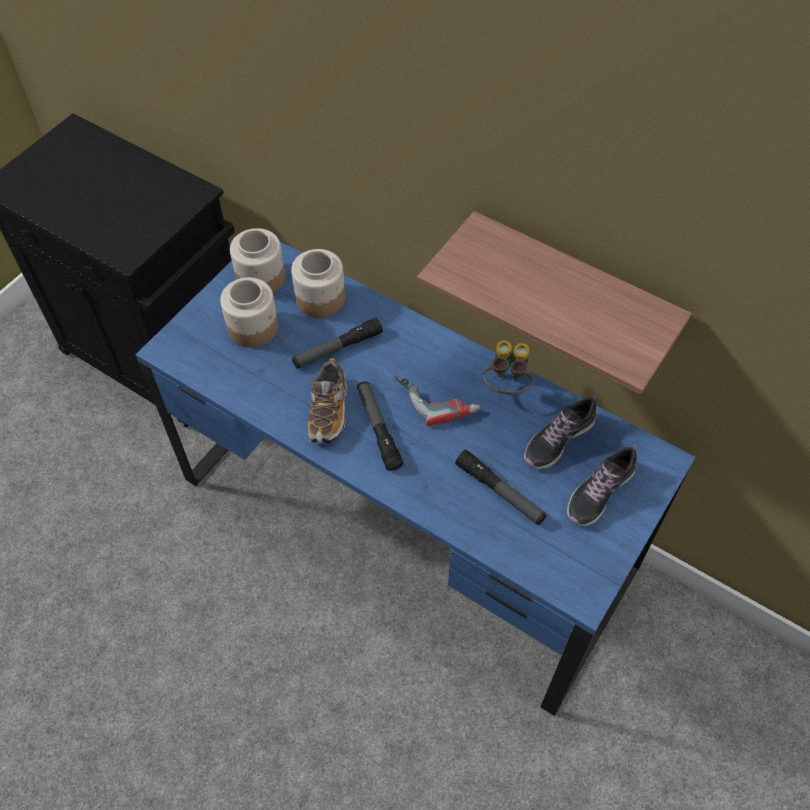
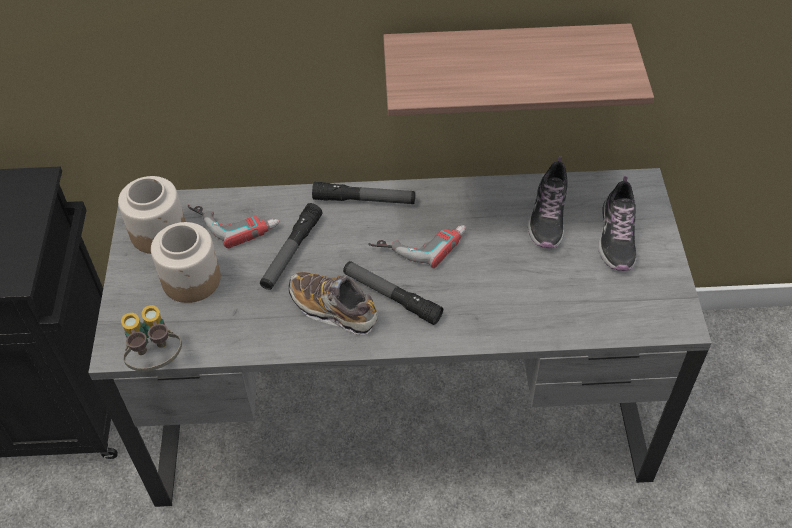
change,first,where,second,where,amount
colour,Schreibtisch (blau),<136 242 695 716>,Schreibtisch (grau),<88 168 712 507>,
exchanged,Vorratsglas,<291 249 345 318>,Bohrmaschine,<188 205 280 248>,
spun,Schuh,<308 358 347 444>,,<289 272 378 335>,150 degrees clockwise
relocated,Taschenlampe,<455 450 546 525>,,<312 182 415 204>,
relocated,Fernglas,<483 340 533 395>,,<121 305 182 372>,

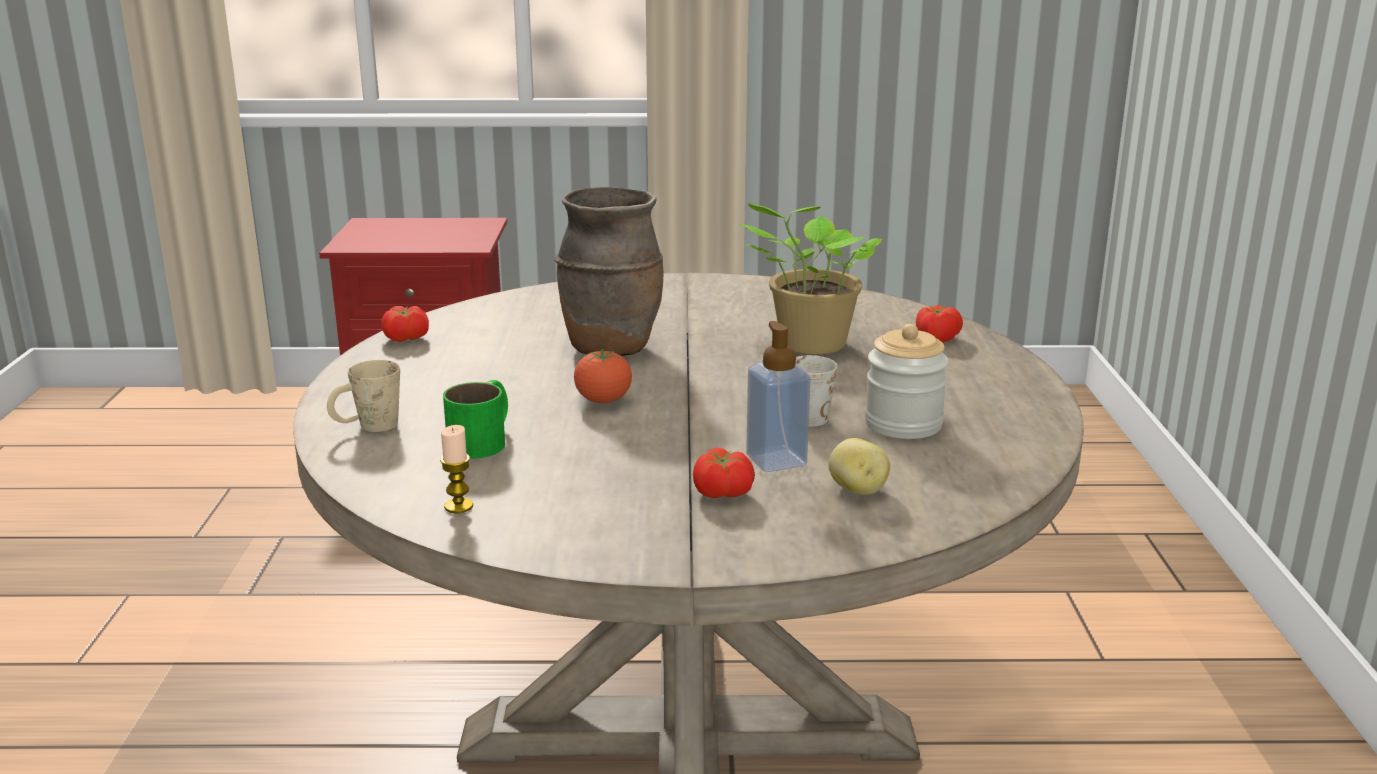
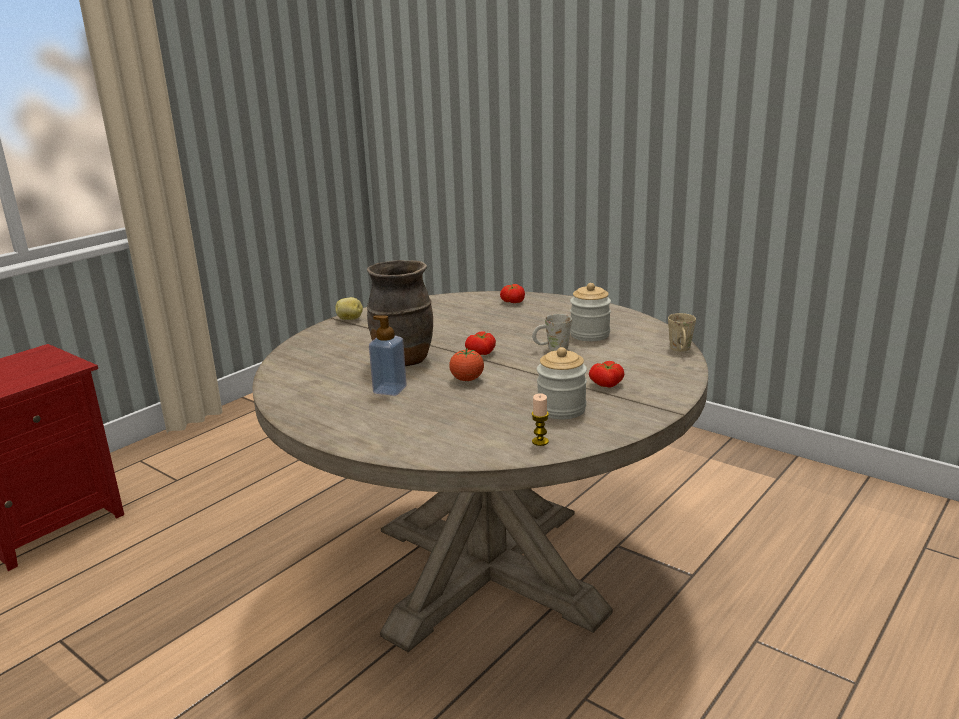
change,first,where,second,where,amount
relocated,Henkelbecher (beige),<327 360 400 432>,,<668 313 696 352>,
relocated,Tomate,<381 306 429 342>,,<465 331 496 355>,
missing,Henkelbecher (grün),<443 380 508 459>,,,
missing,Topfpflanze,<738 203 882 355>,,,
relocated,Seifenspender,<746 321 810 472>,,<369 316 407 396>,
relocated,Kartoffel,<828 438 890 495>,,<335 297 363 320>,
appeared,,,Vorratsglas,<537 347 587 419>,

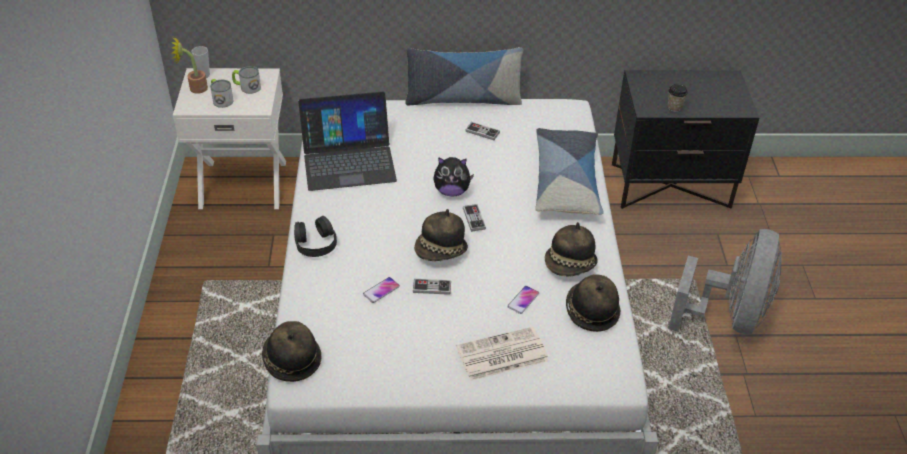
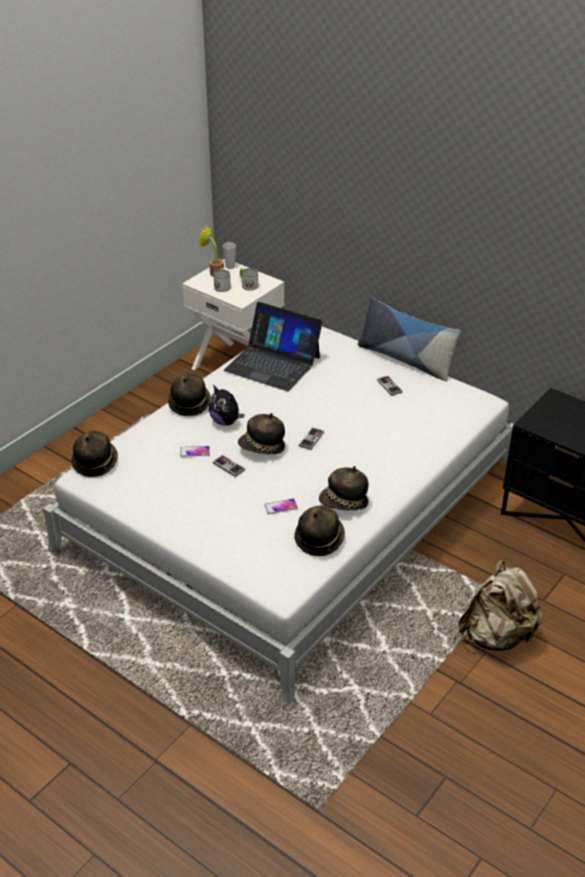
change,first,where,second,where,amount
exchanged,Kopfhörer (schwarz),<294 216 337 257>,Hut,<168 373 211 416>,
relocated,Plüschtier,<433 157 474 197>,,<209 385 244 426>,
missing,Zeitung,<456 327 549 381>,,,
missing,Kissen,<535 128 604 215>,,,
missing,Tasse,<667 84 688 112>,,,
exchanged,Ventilator (grau),<668 229 782 334>,Rucksack (beige),<458 560 542 651>,

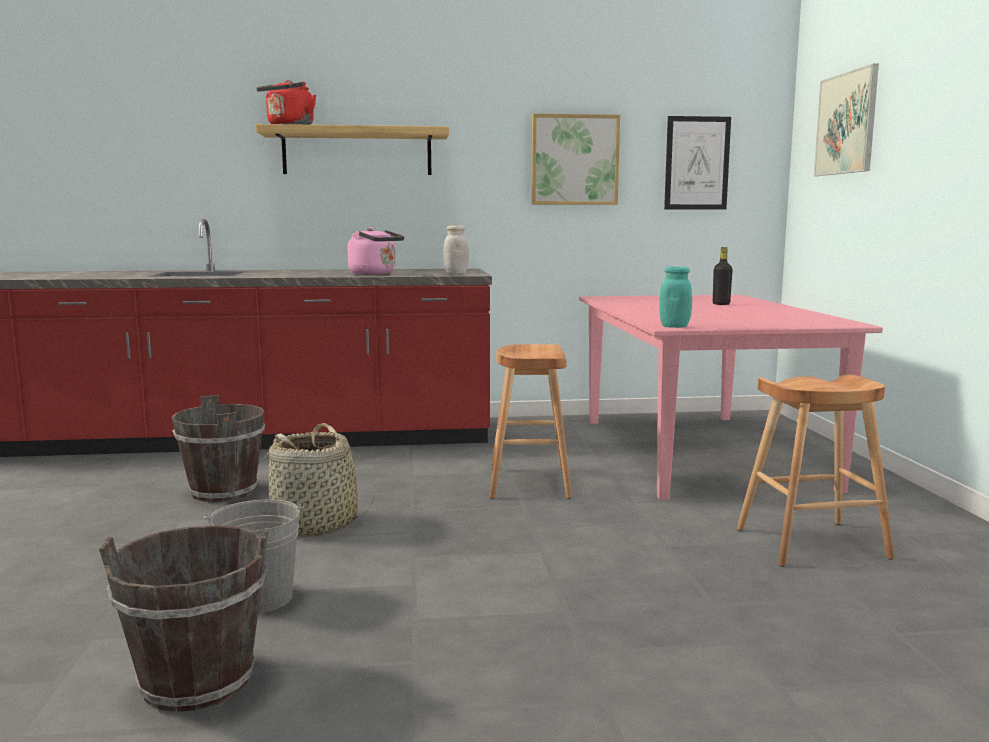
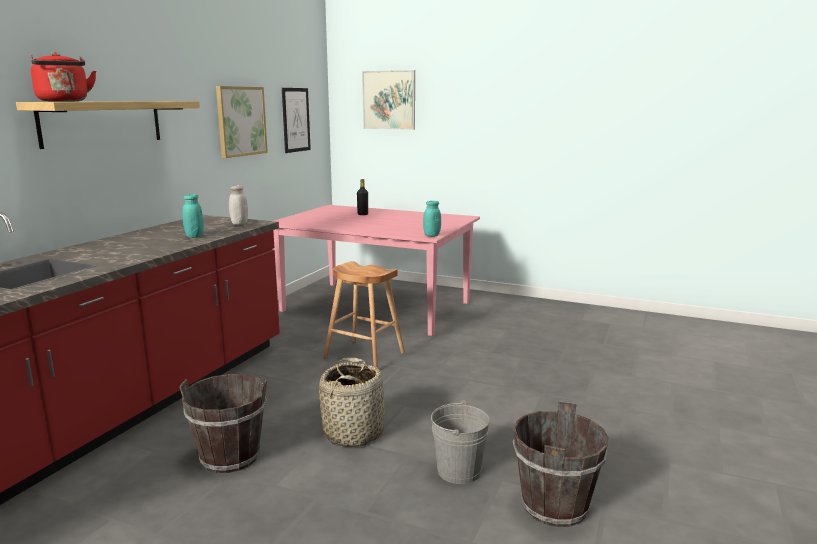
change,first,where,second,where,amount
exchanged,Wasserkessel (rosa),<347 227 404 275>,Vorratsglas (türkis),<182 194 204 238>,
missing,Hocker (braun),<737 374 895 567>,,,

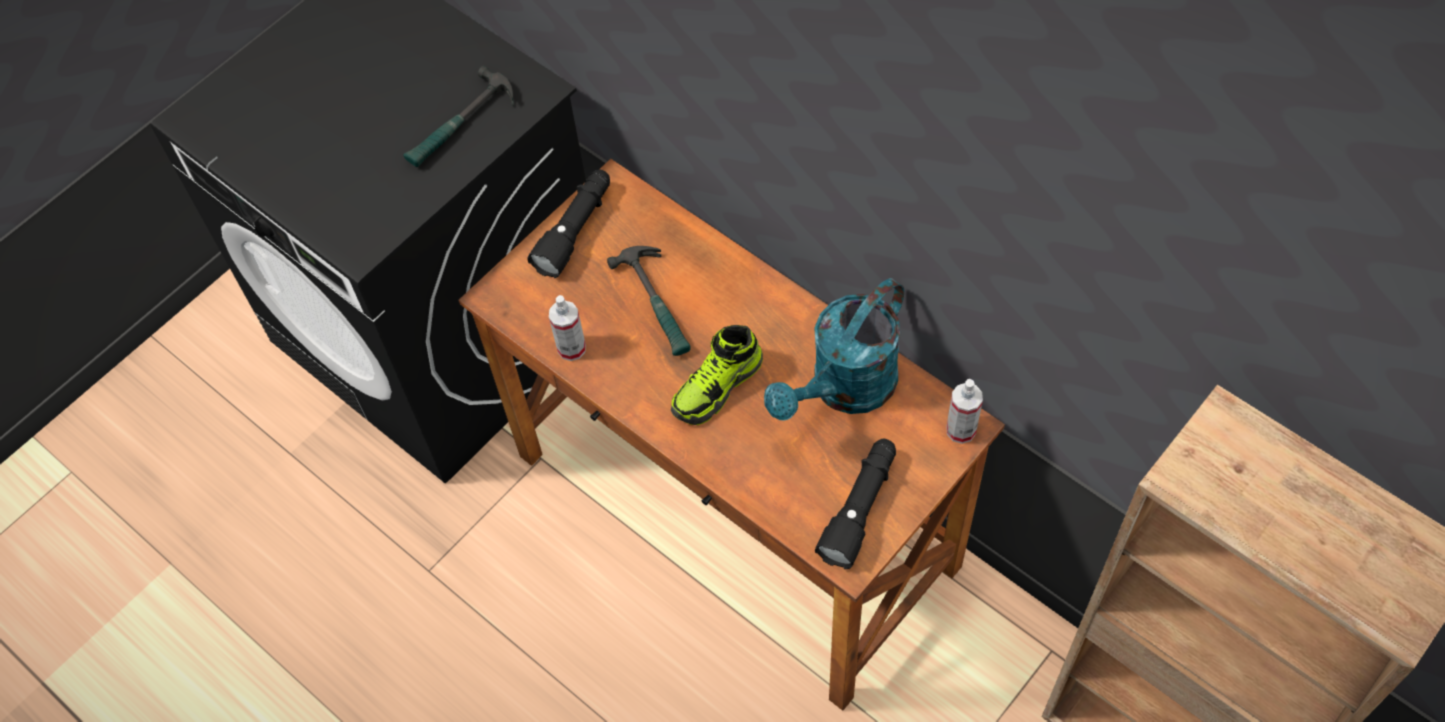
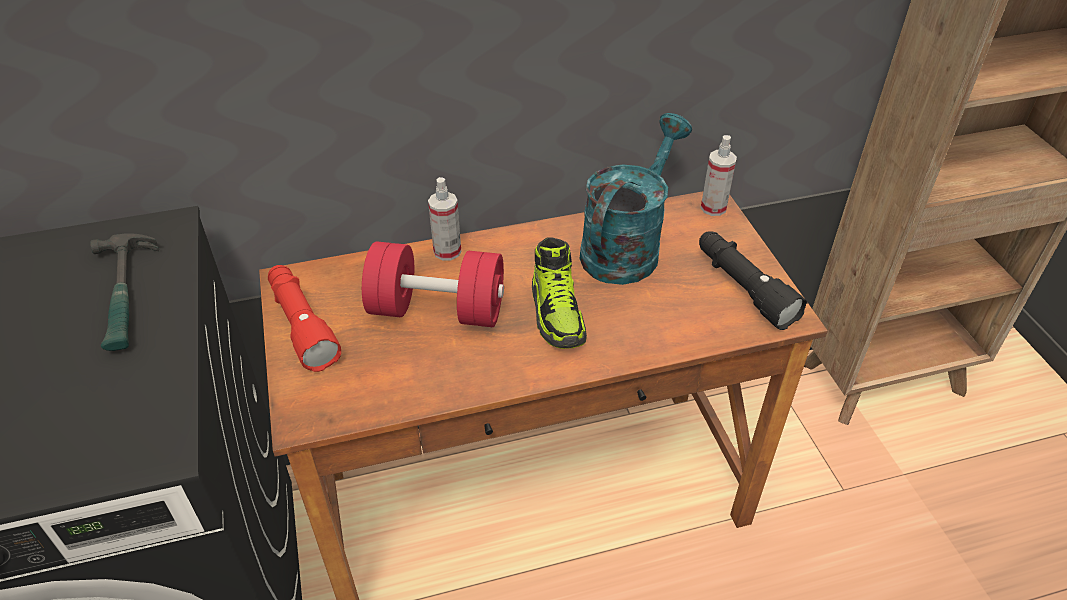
change,first,where,second,where,amount
colour,Taschenlampe (schwarz),<527 170 610 278>,Taschenlampe (rot),<268 265 341 372>,
relocated,Sprühflasche,<549 295 586 361>,,<428 177 461 261>,
exchanged,Hammer,<607 246 690 356>,Hantel (rot),<362 242 504 327>,
spun,Gießkanne (türkis),<764 278 904 421>,,<579 113 692 285>,135 degrees counterclockwise

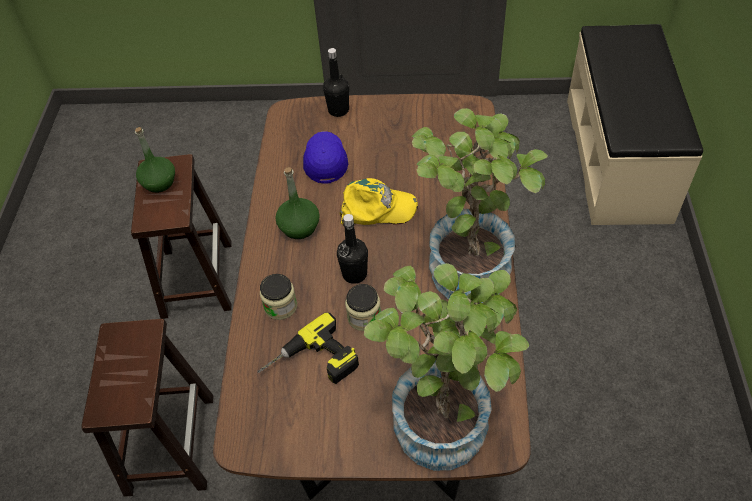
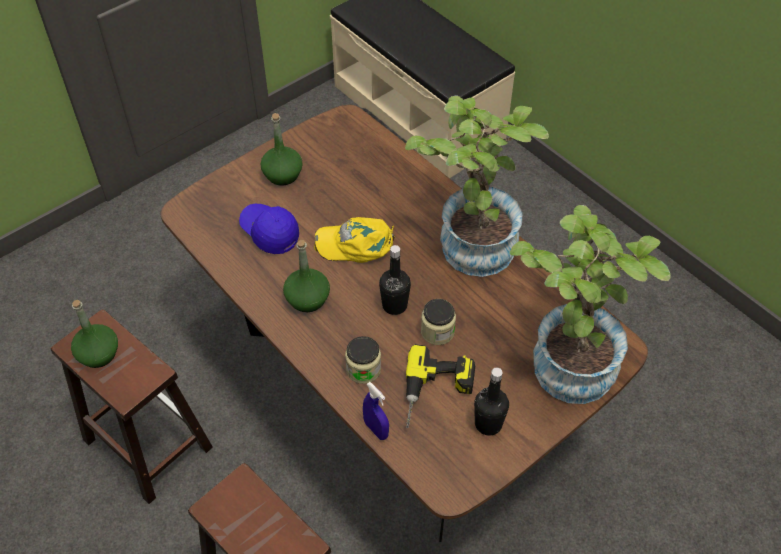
change,first,where,second,where,amount
relocated,Flasche (schwarz),<323 48 349 117>,,<474 368 509 436>,
spun,Kappe (gelb),<340 178 418 225>,,<314 217 395 263>,135 degrees counterclockwise
appeared,,,Flasche (grün),<261 113 303 186>,
appeared,,,Sprühflasche (blau),<363 382 389 440>,

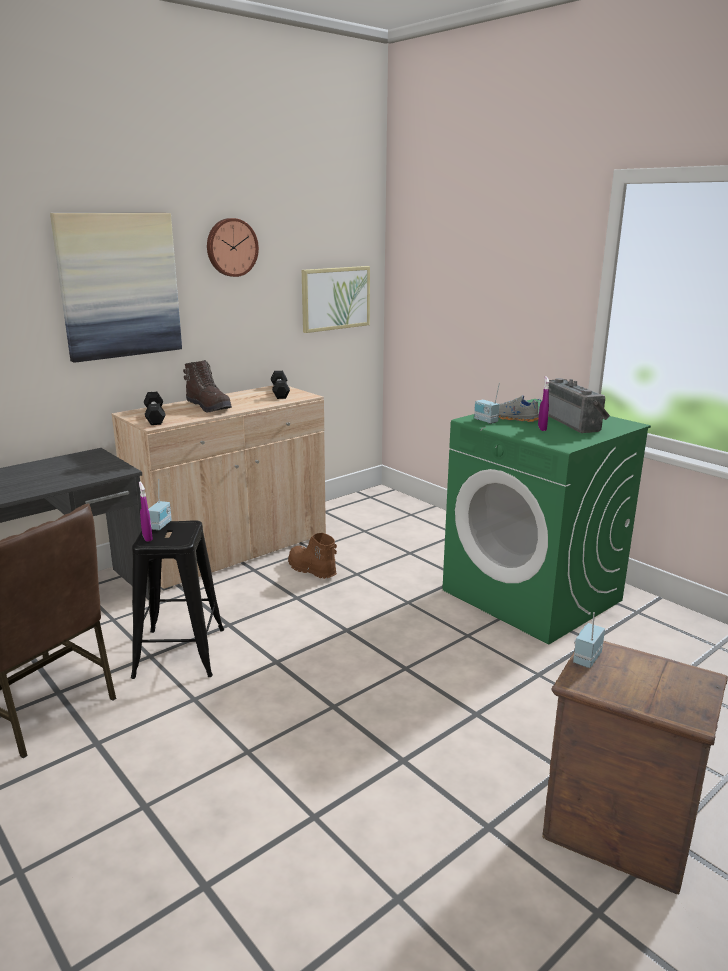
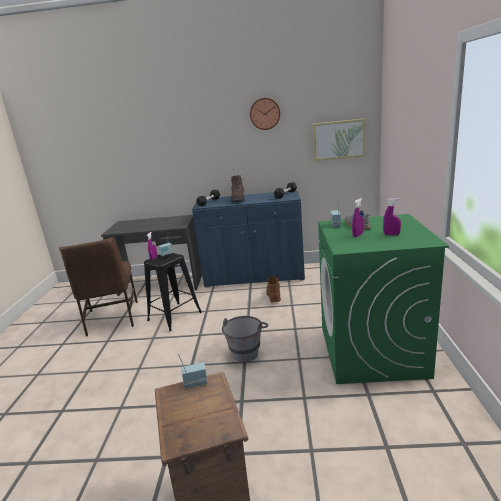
change,first,where,second,where,amount
missing,Bild,<50 213 182 363>,,,
colour,Schrank (beige),<111 385 326 591>,Schrank (blau),<192 190 305 287>,
exchanged,Radio,<548 378 610 433>,Sprühflasche (lila),<383 198 401 236>,
appeared,,,Eimer (grau),<222 316 269 362>,

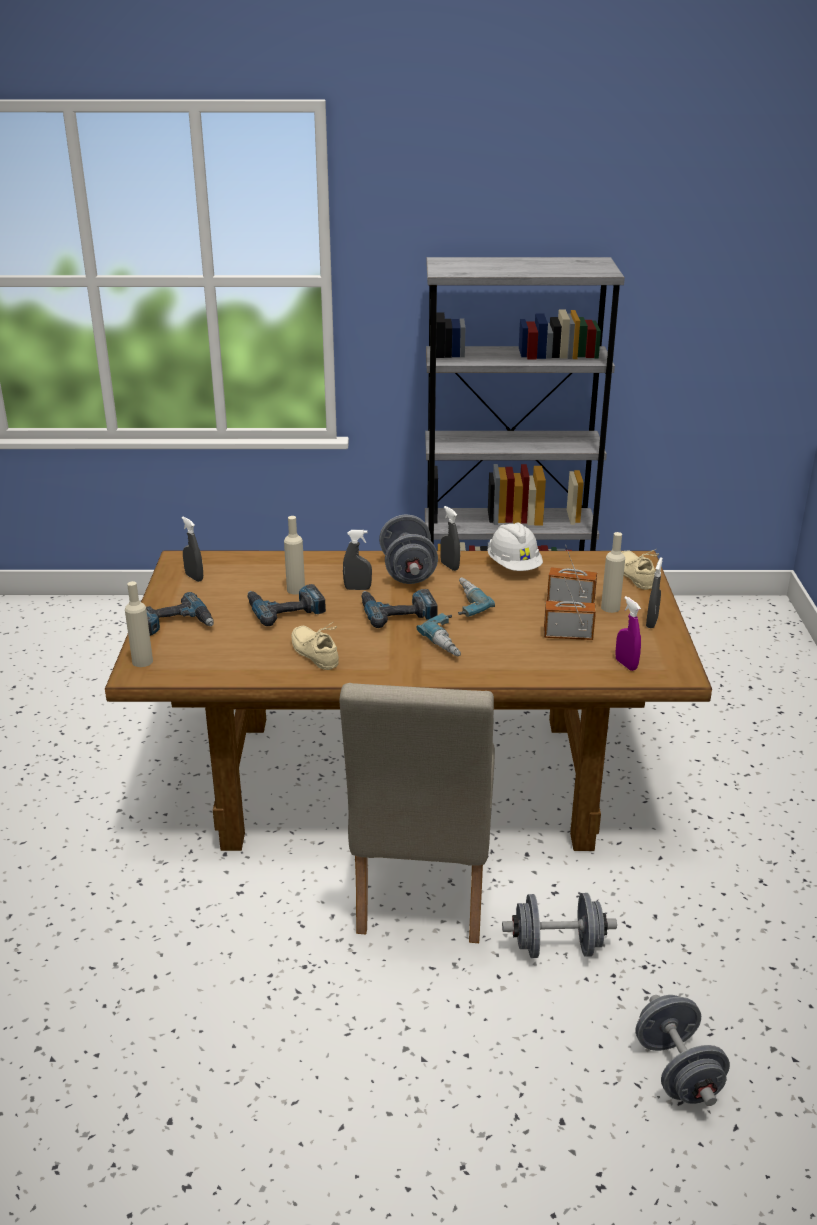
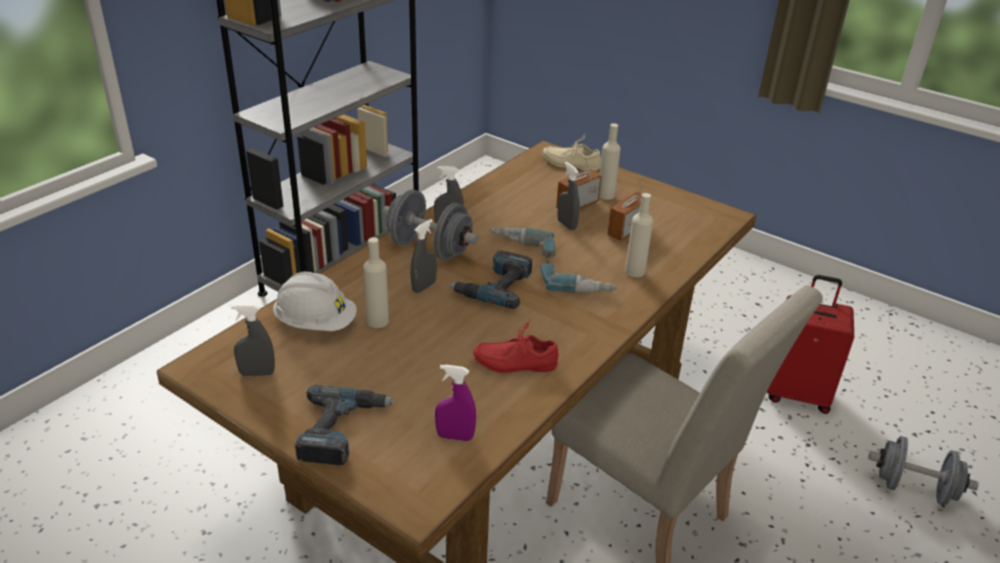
change,first,where,second,where,amount
relocated,Flasche (beige),<125 581 153 667>,,<625 193 653 277>,
missing,Bohrmaschine,<248 584 326 626>,,,
colour,Schuh (beige),<291 622 339 670>,Schuh (rot),<473 319 559 373>,
relocated,Schutzhelm (weiß),<487 522 543 571>,,<273 272 357 331>,
missing,Hantel (grau),<502 893 617 958>,,,
relocated,Sprühflasche (lila),<615 596 641 671>,,<435 365 476 441>,
relocated,Sprühflasche (grau),<646 557 663 628>,,<557 162 580 230>,
appeared,,,Koffer (rot),<767 275 854 414>,

